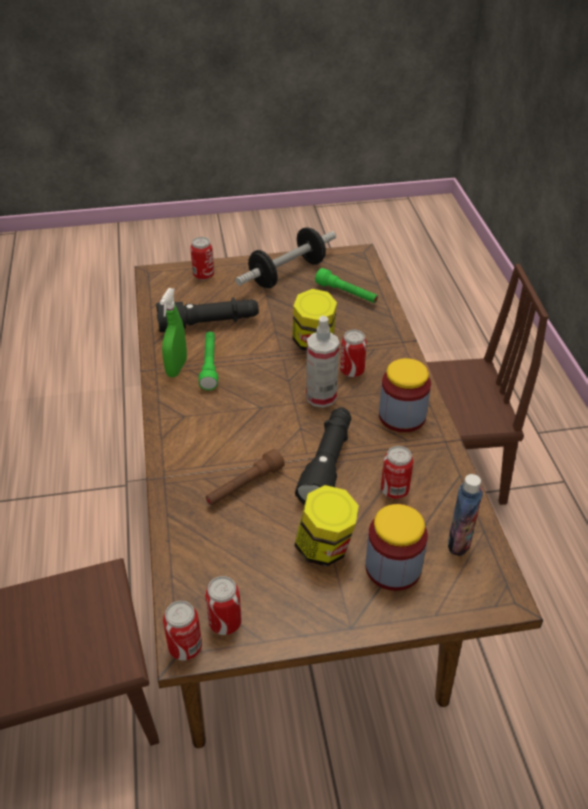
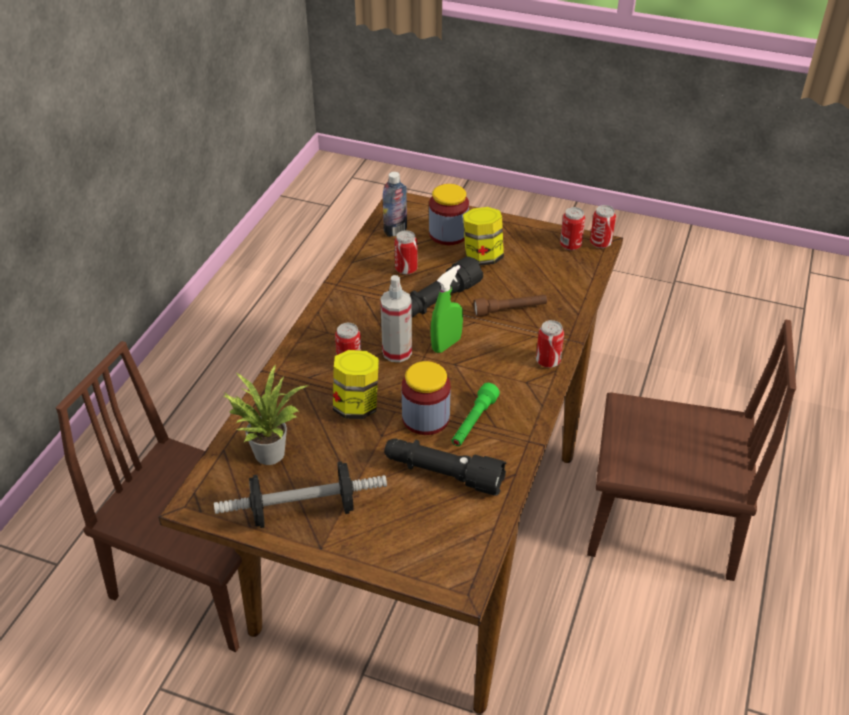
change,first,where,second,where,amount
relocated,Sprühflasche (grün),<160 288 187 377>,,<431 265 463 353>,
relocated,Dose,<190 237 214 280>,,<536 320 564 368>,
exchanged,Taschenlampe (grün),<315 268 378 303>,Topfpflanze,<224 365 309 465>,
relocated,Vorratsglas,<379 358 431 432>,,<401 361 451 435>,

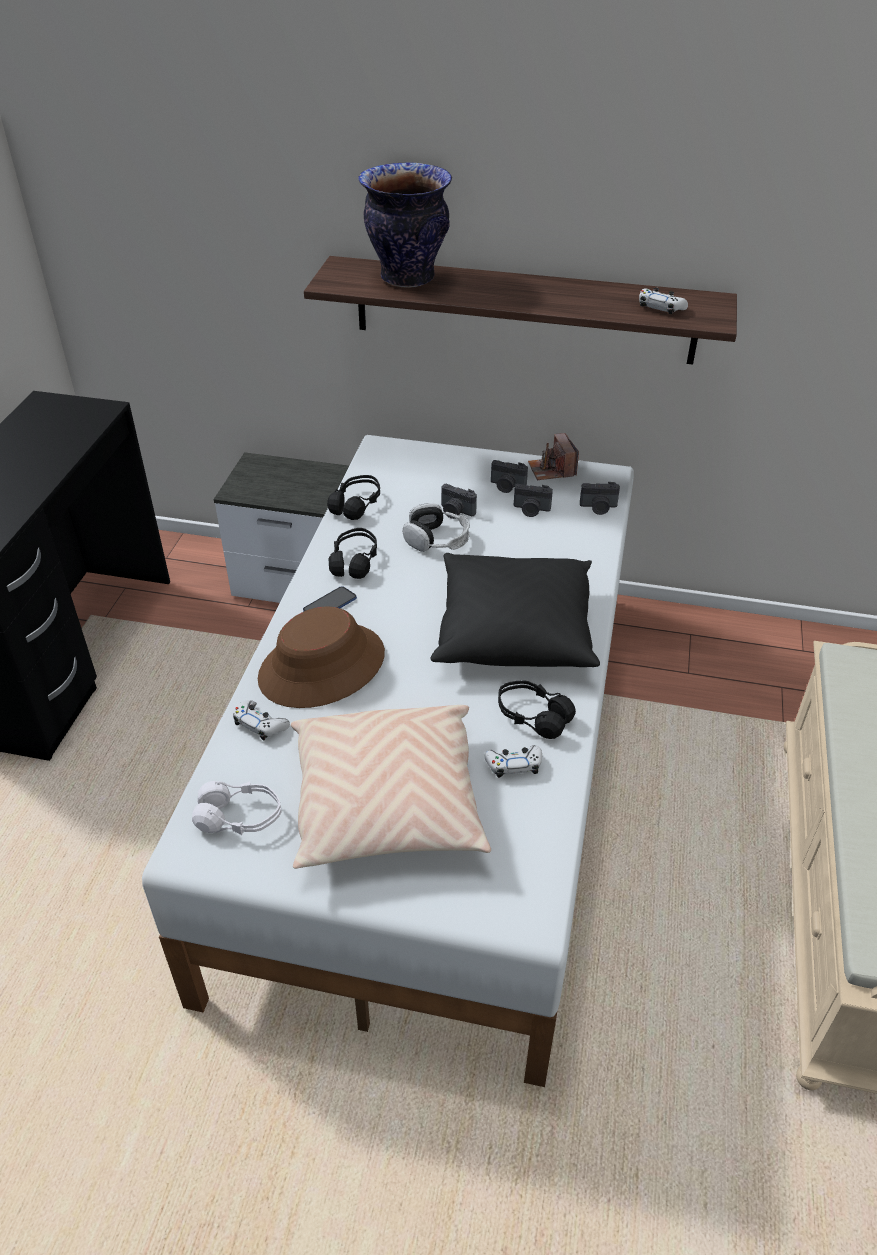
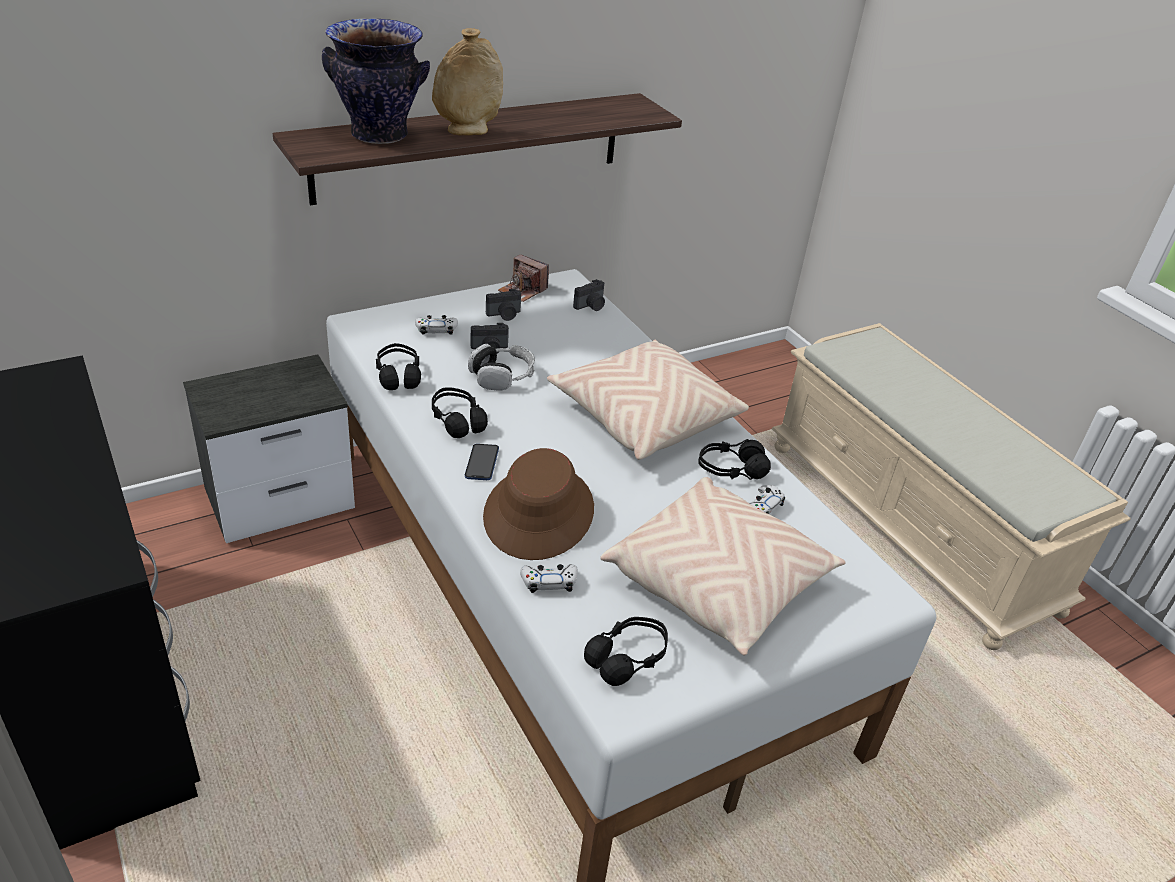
change,first,where,second,where,amount
colour,Kopfhörer (weiß),<192 781 281 835>,Kopfhörer (schwarz),<584 617 668 686>,
colour,Kissen (schwarz),<430 553 600 667>,Kissen (beige),<547 340 749 460>,
missing,Kamera,<514 484 553 517>,,,
relocated,Gamepad (weiß),<639 288 688 314>,,<415 315 458 335>,
appeared,,,Vase (beige),<432 28 503 135>,

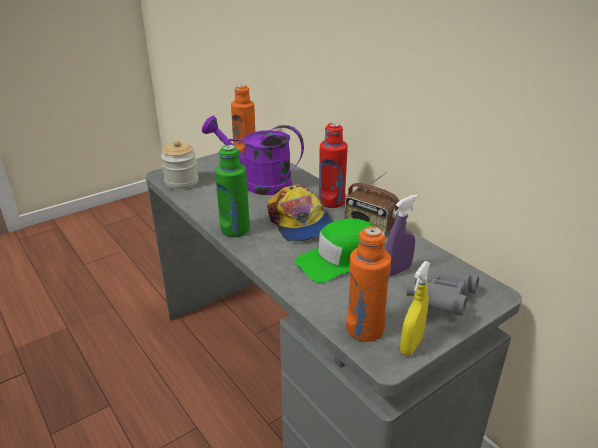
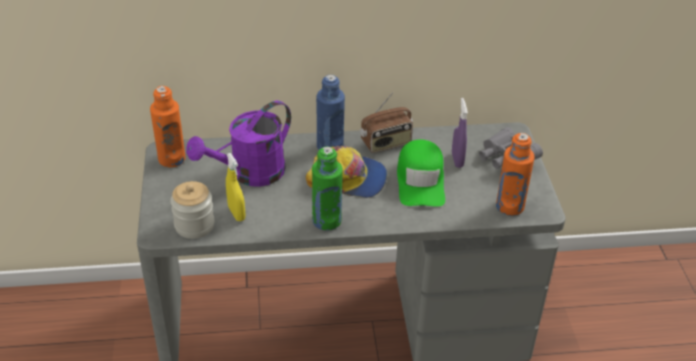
change,first,where,second,where,amount
colour,Flasche (rot),<319 123 348 208>,Flasche (blau),<316 75 345 150>,
relocated,Sprühflasche (gelb),<400 261 430 356>,,<226 153 245 221>,

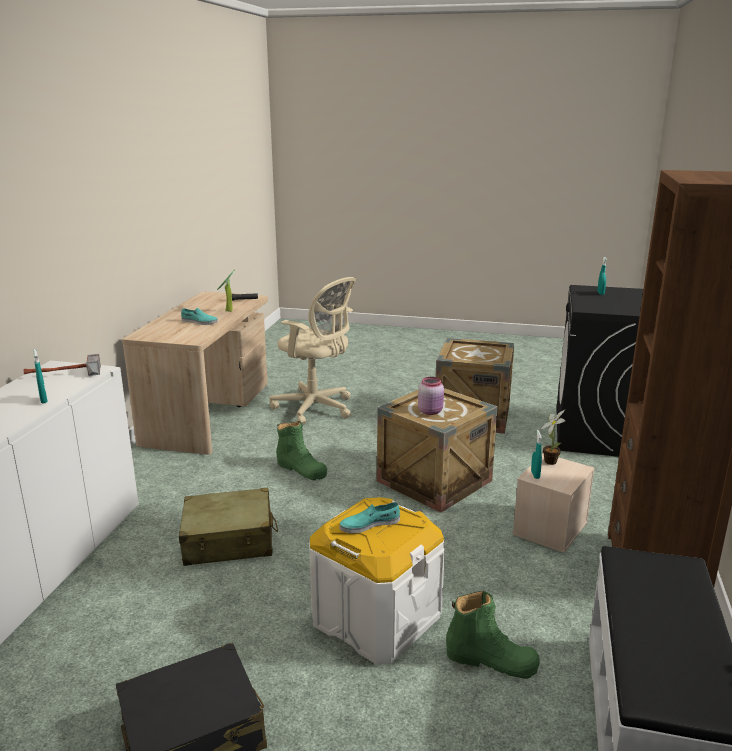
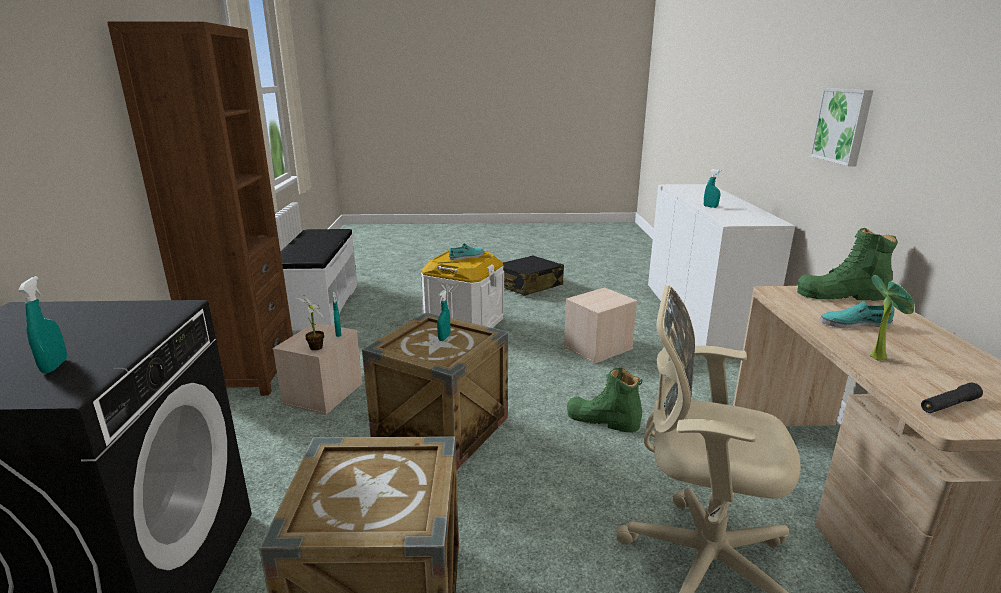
change,first,where,second,where,amount
missing,Hammer,<23 354 101 376>,,,
exchanged,Koffer (beige),<179 488 278 566>,Aufbewahrungsbox (beige),<564 287 638 364>,
exchanged,Vorratsglas (rosa),<418 377 444 415>,Sprühflasche (türkis),<437 290 451 341>,
relocated,Stiefel (grün),<446 591 540 679>,,<797 228 898 301>,
appeared,,,Bild,<810 88 873 166>,

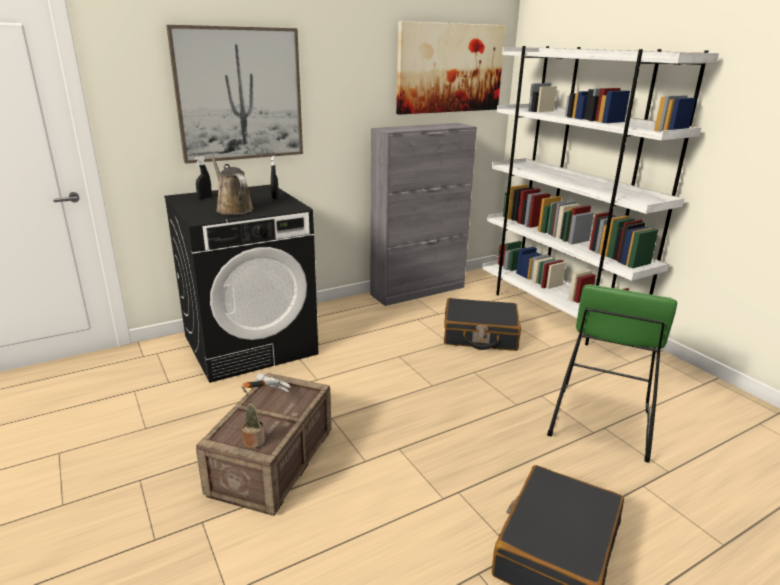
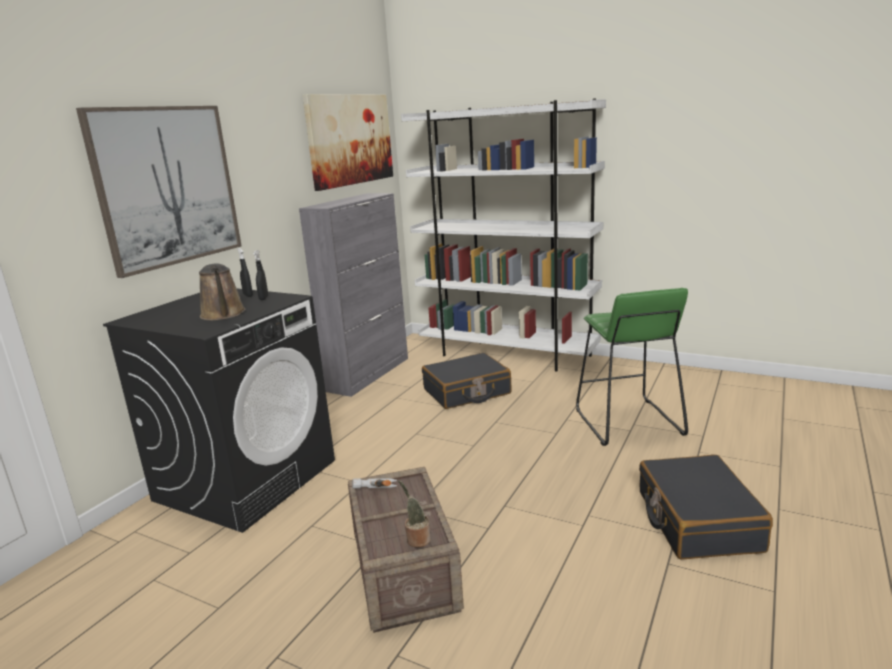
change,first,where,second,where,amount
relocated,Sprühflasche (schwarz),<194 156 212 199>,,<253 250 268 300>,
spun,Gießkanne (braun),<210 154 253 215>,,<199 263 246 320>,135 degrees counterclockwise

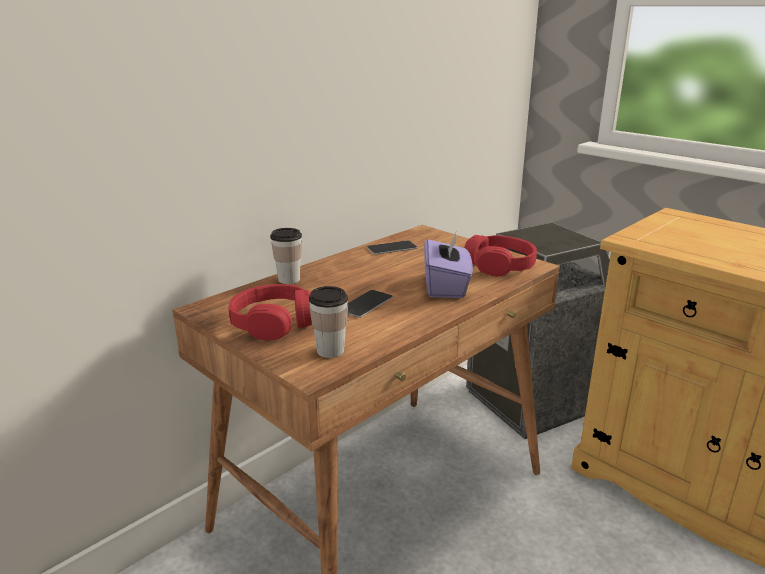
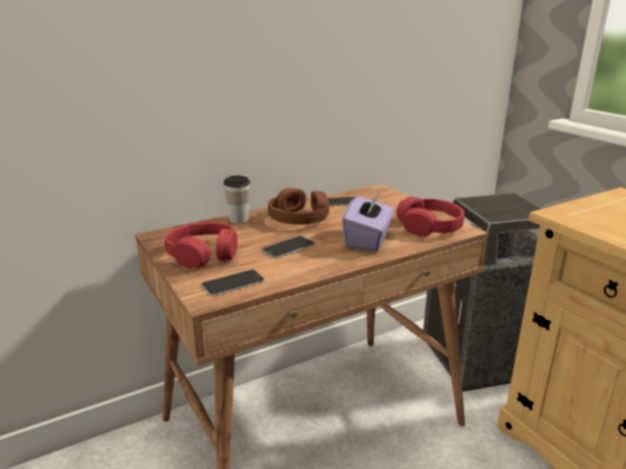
change,first,where,second,where,amount
exchanged,Tasse,<309 286 348 358>,Handy,<201 269 265 296>,
appeared,,,Kopfhörer (braun),<268 188 329 225>,

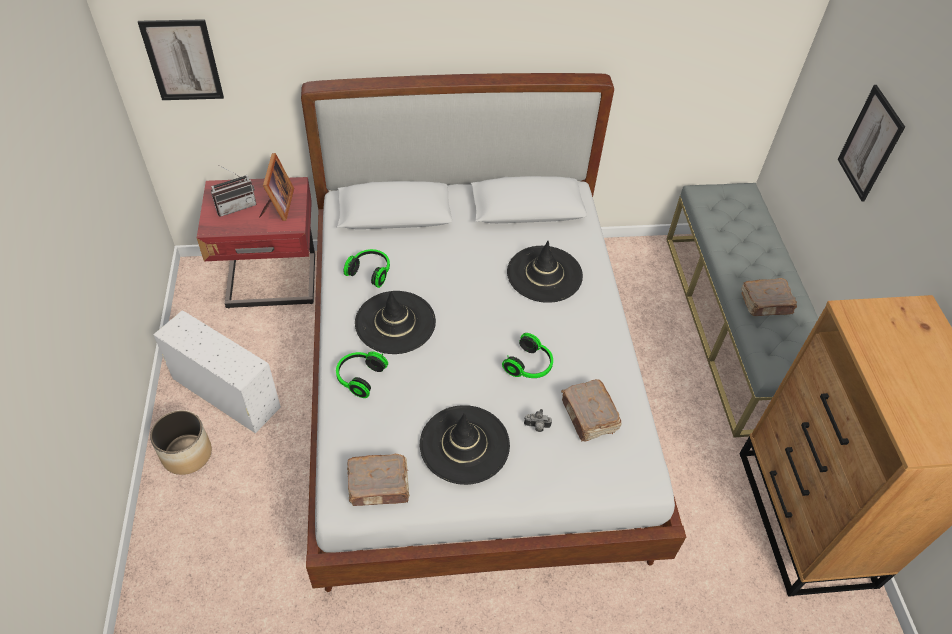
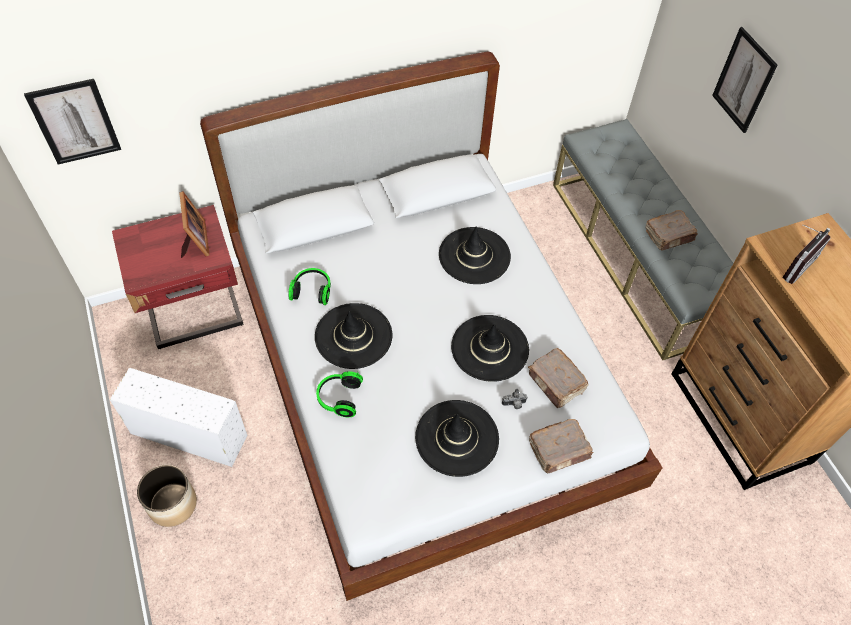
change,first,where,second,where,amount
relocated,Radio,<211 165 257 217>,,<782 224 831 284>,
relocated,Buch (braun),<347 454 410 506>,,<529 419 594 473>,
exchanged,Kopfhörer,<502 333 553 378>,Hut (schwarz),<451 315 529 382>,

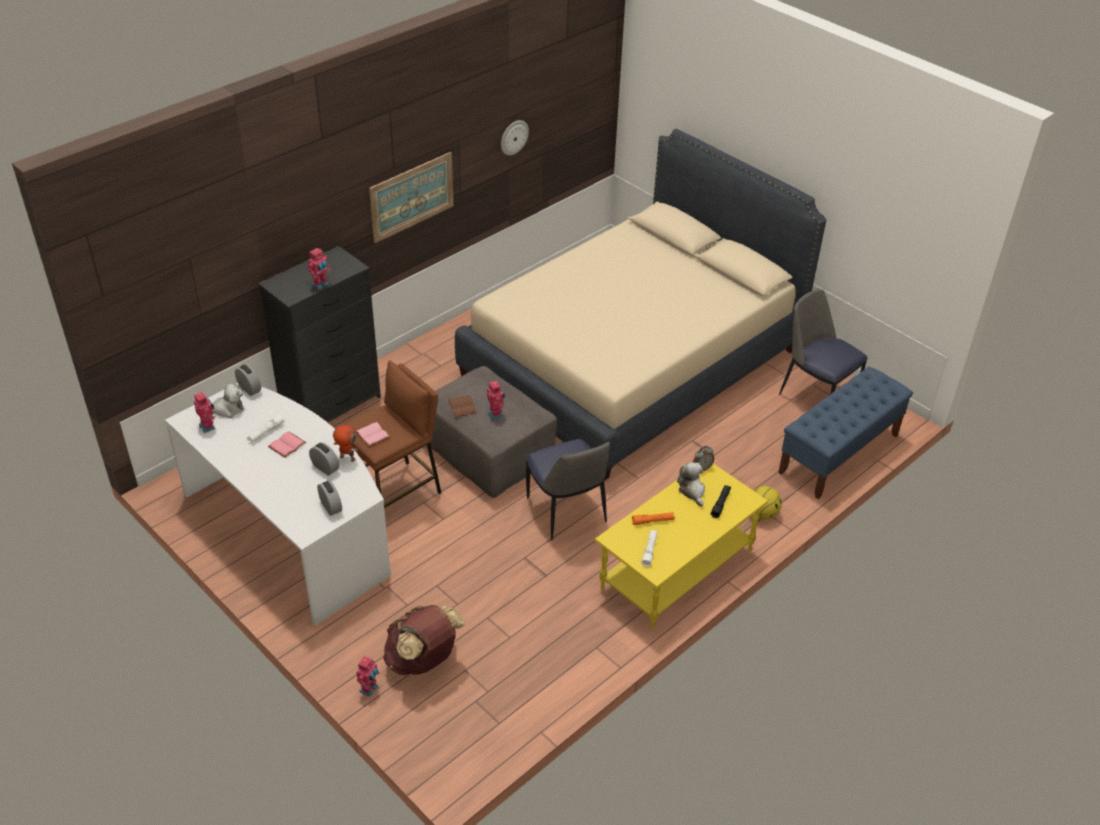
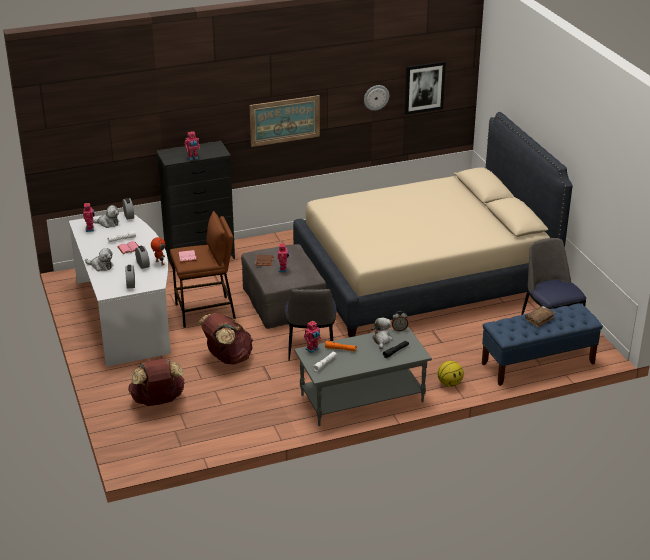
change,first,where,second,where,amount
relocated,Spielzeugroboter,<356 656 380 696>,,<304 321 321 353>,
colour,Couchtisch (gelb),<595 464 768 630>,Couchtisch (grau),<294 327 432 426>,
appeared,,,Plüschtier,<85 248 113 271>,
appeared,,,Rucksack (braun),<198 313 253 365>,
appeared,,,Bild,<405 61 446 115>,
appeared,,,Buch (braun),<525 306 555 328>,

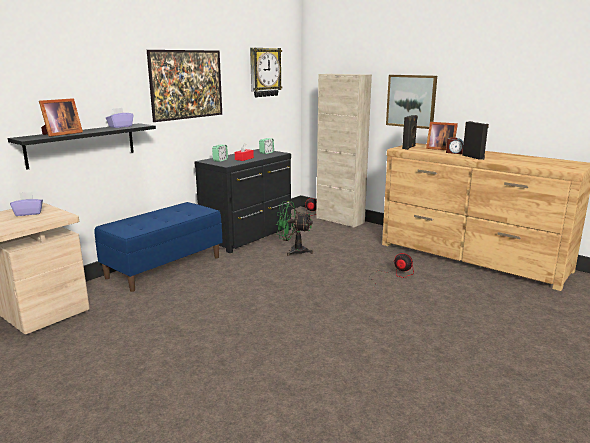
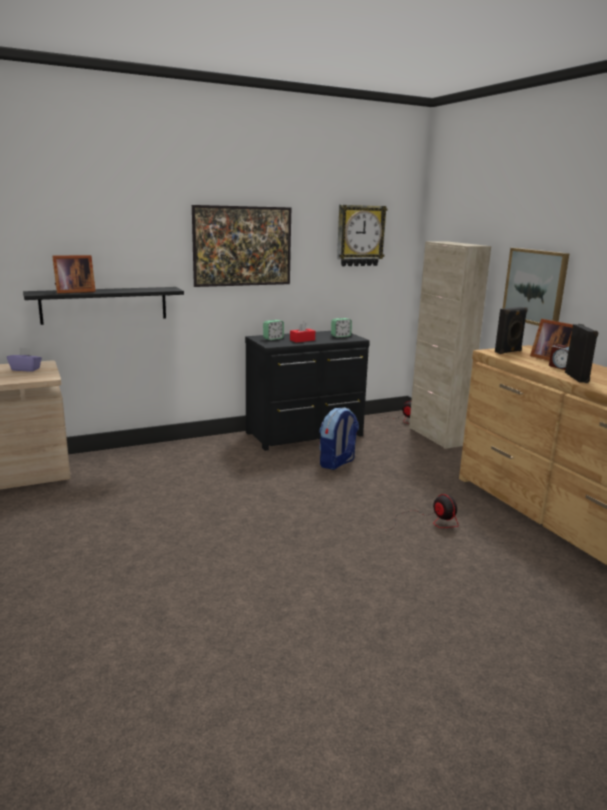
change,first,where,second,where,amount
missing,Bank (blau),<95 202 222 292>,,,
missing,Taschentuchbox (lila),<106 108 133 128>,,,
exchanged,Ventilator (grün),<276 201 313 256>,Rucksack,<319 407 359 470>,

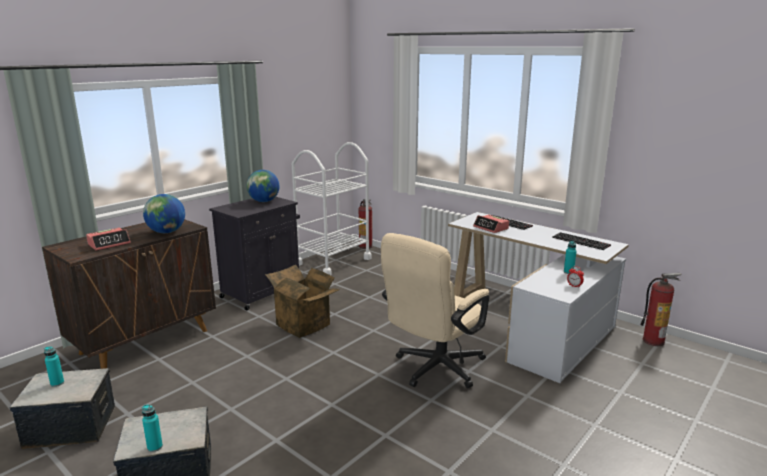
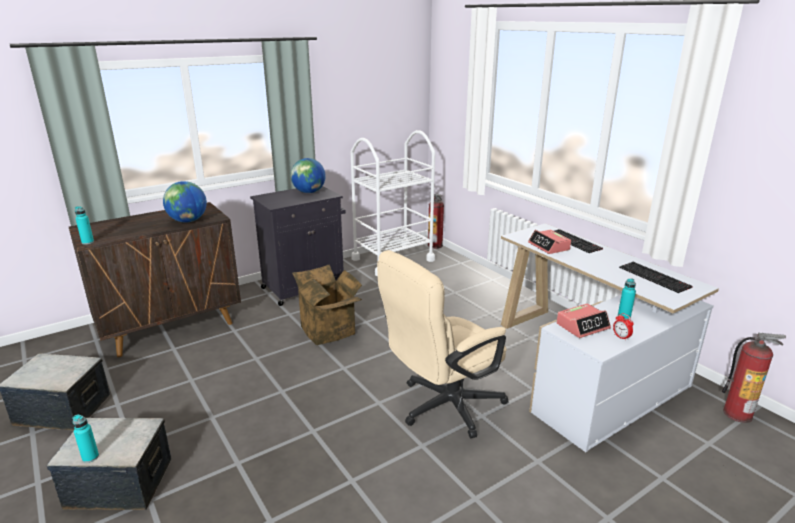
change,first,where,second,where,amount
relocated,Flasche (türkis),<44 346 64 387>,,<75 206 94 245>,
relocated,Wecker,<86 228 131 251>,,<556 303 611 338>,

